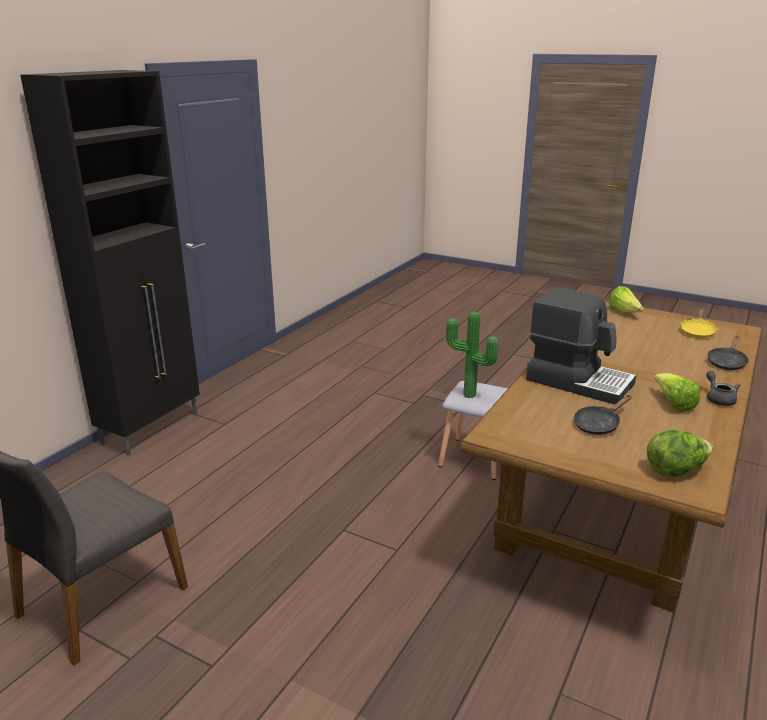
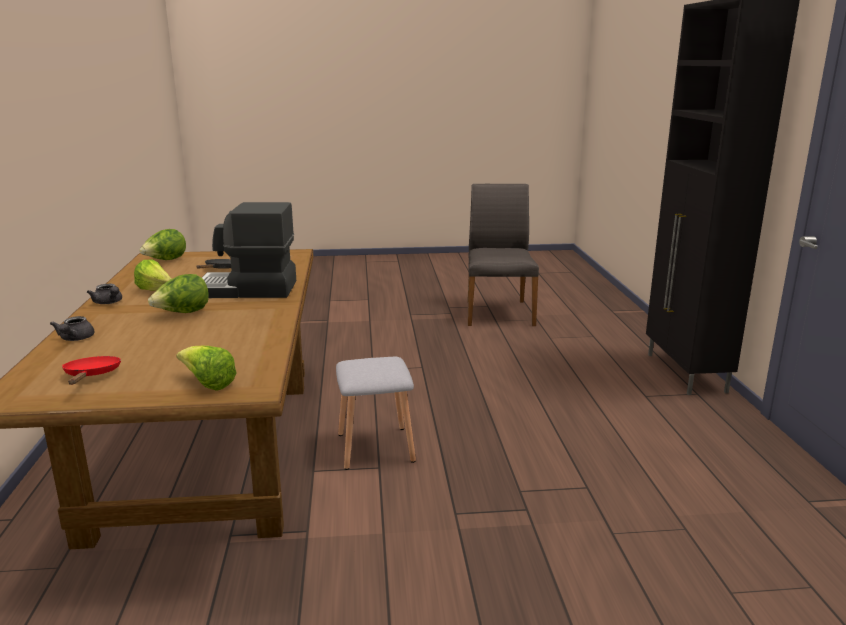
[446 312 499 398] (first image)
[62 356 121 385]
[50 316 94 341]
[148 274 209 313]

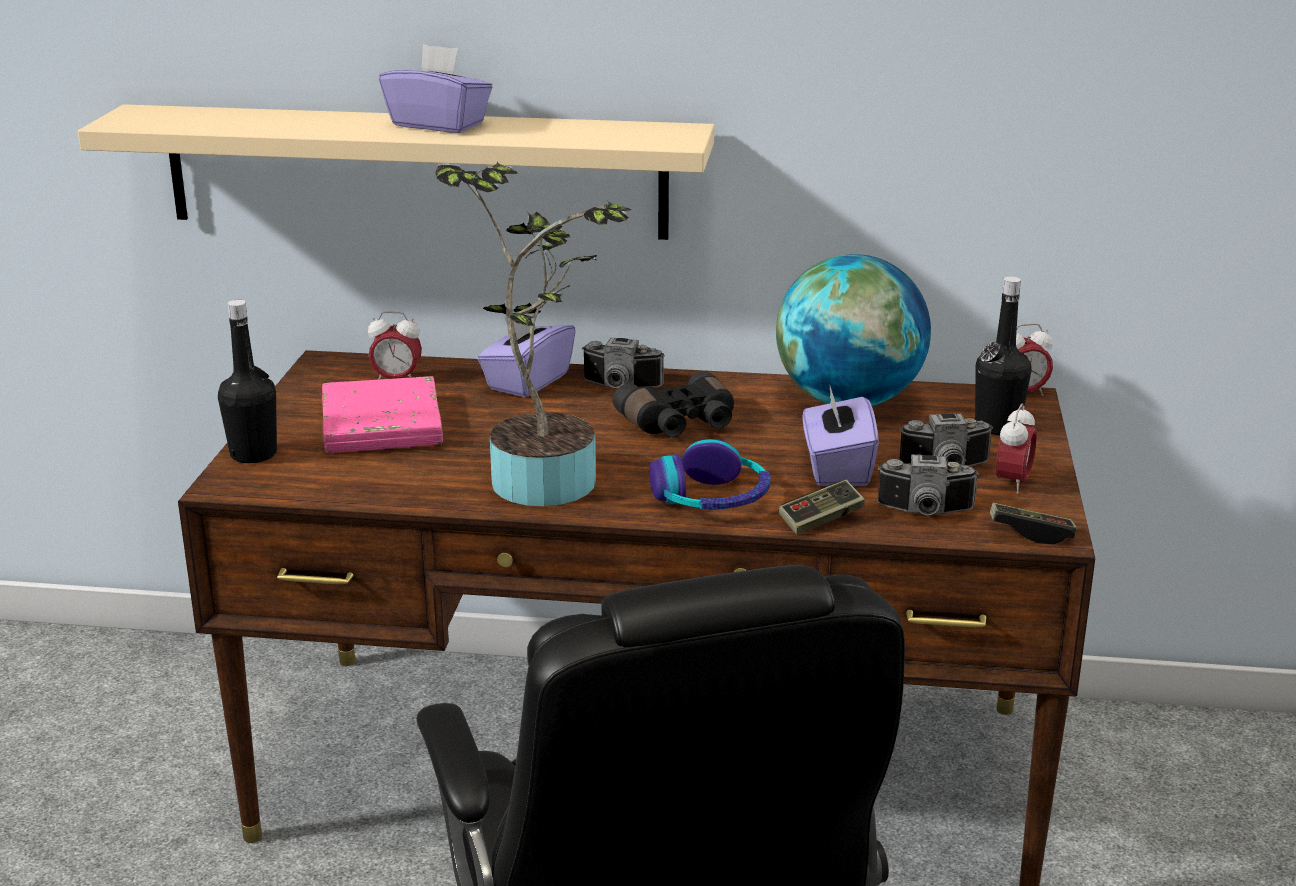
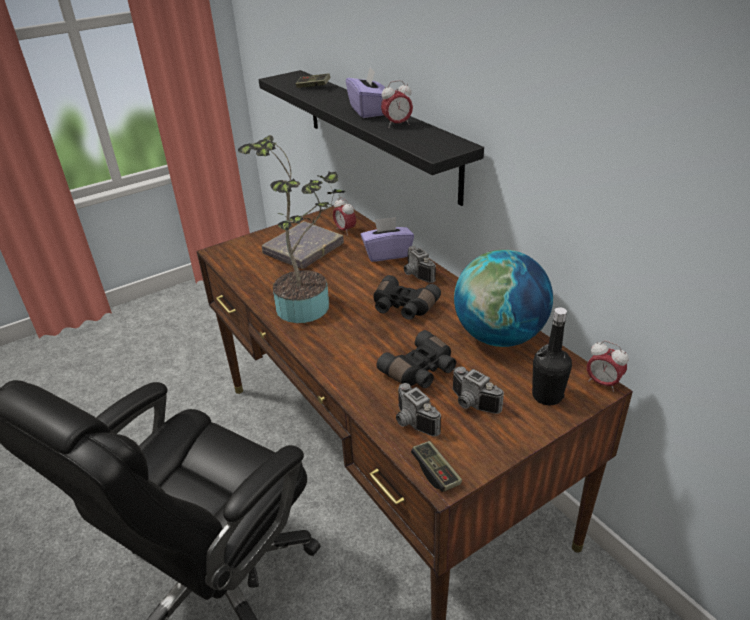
[259 70 484 206]
[218 300 277 463] (first image)
[262 221 344 269]
[649 439 771 510] (first image)
[296 73 331 88]
[377 330 456 388]
[381 80 413 128]

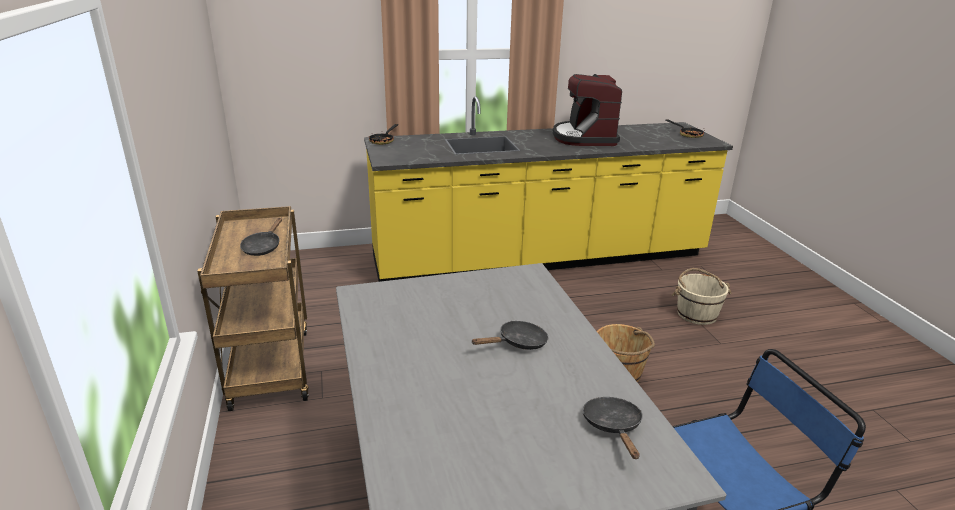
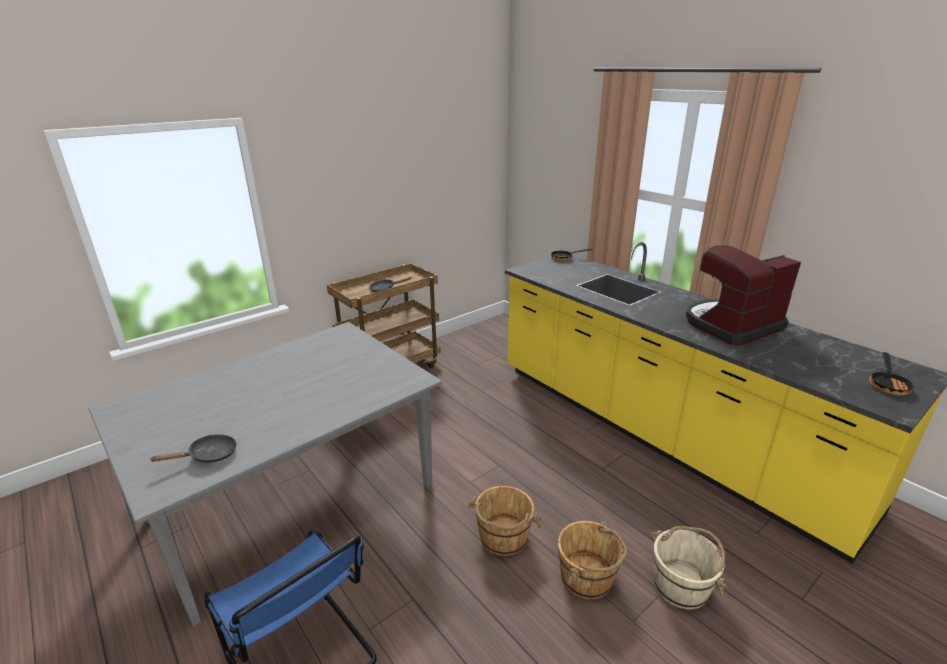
[472 321 549 350] (first image)
[558 521 628 600]

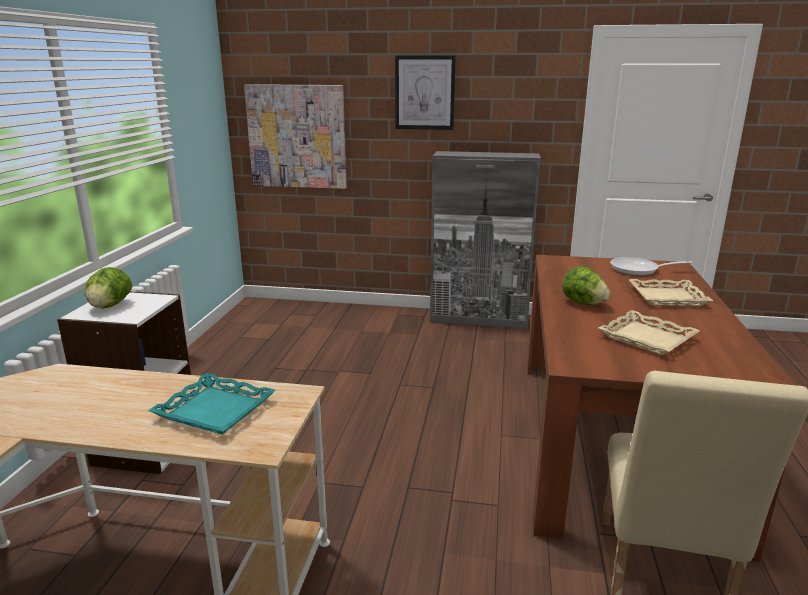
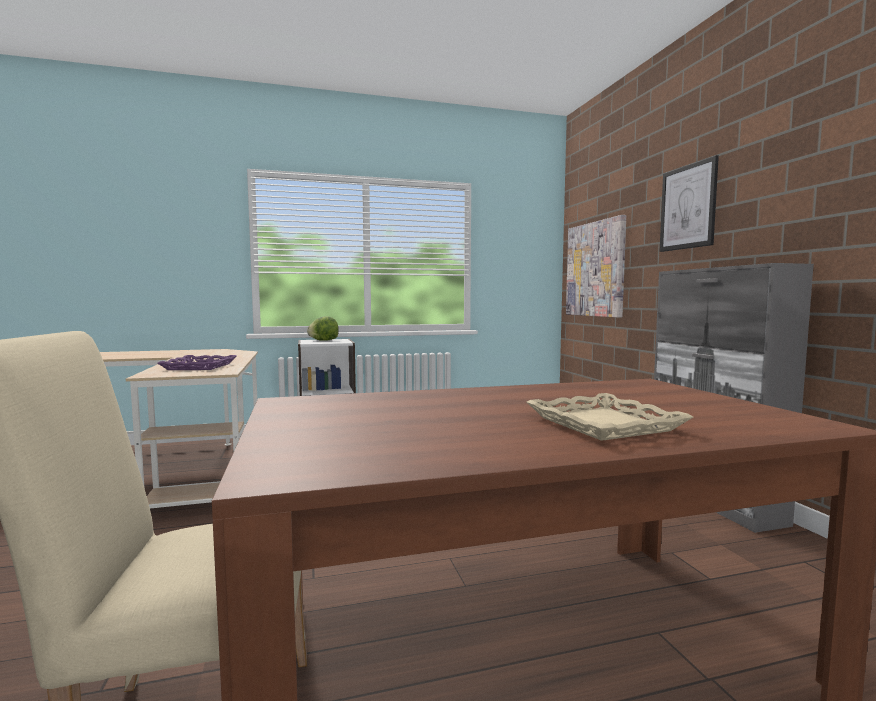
[157 355 237 370]
[562 266 610 305] (first image)
[598 310 700 355] (first image)
[610 257 692 276] (first image)

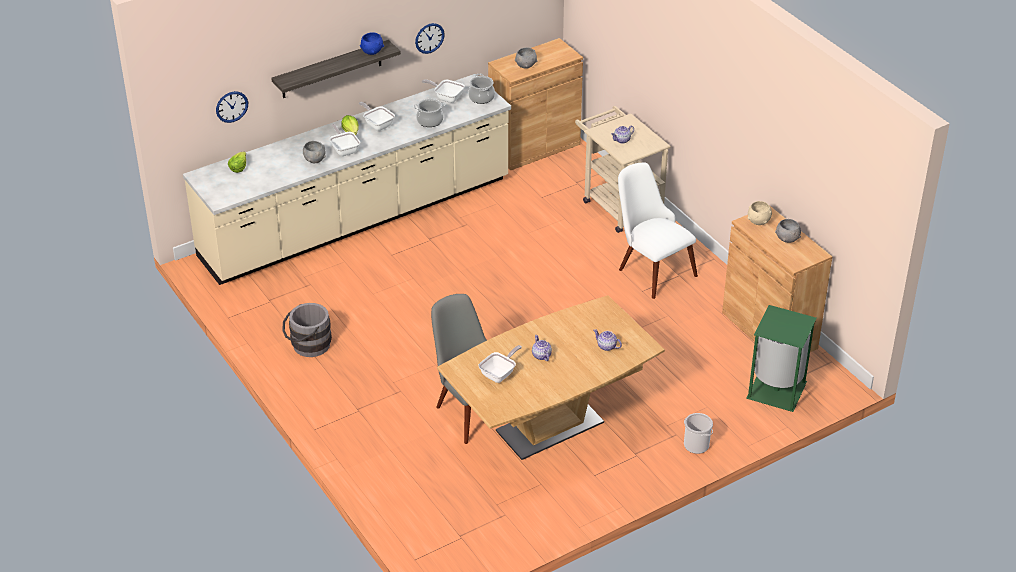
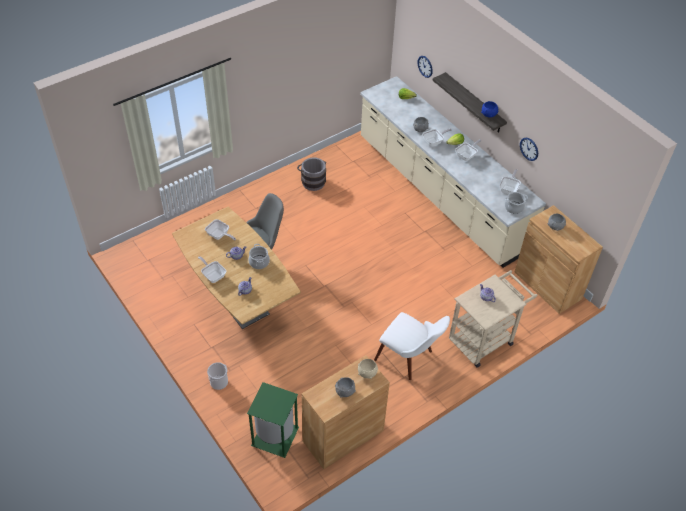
[248 244 270 269]
[374 312 450 380]
[198 256 227 283]

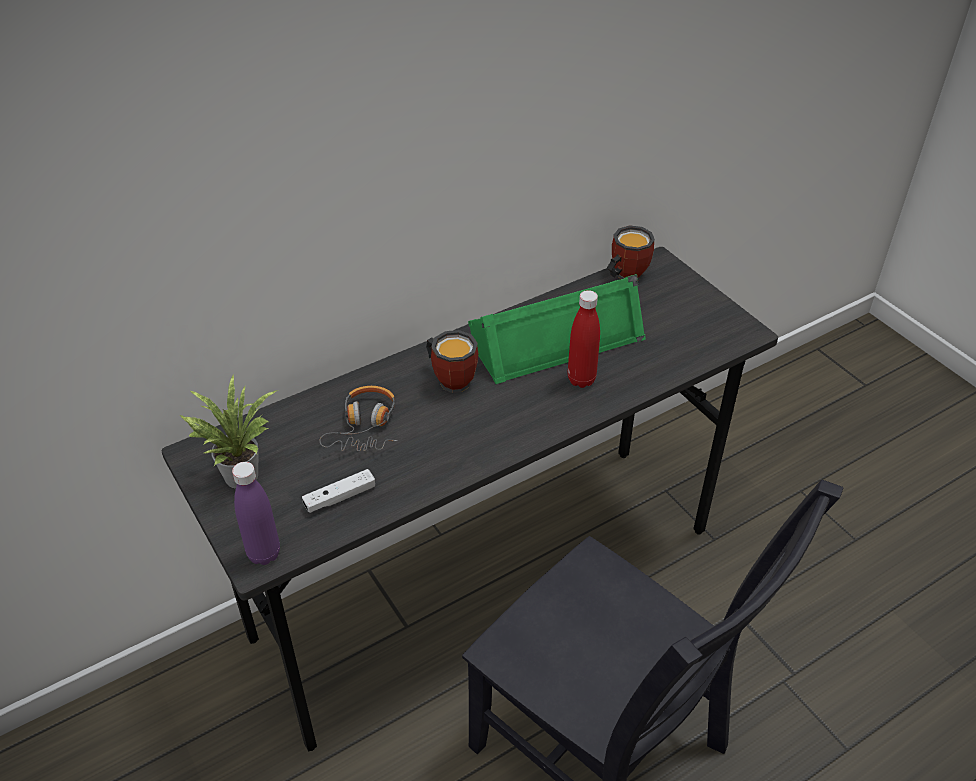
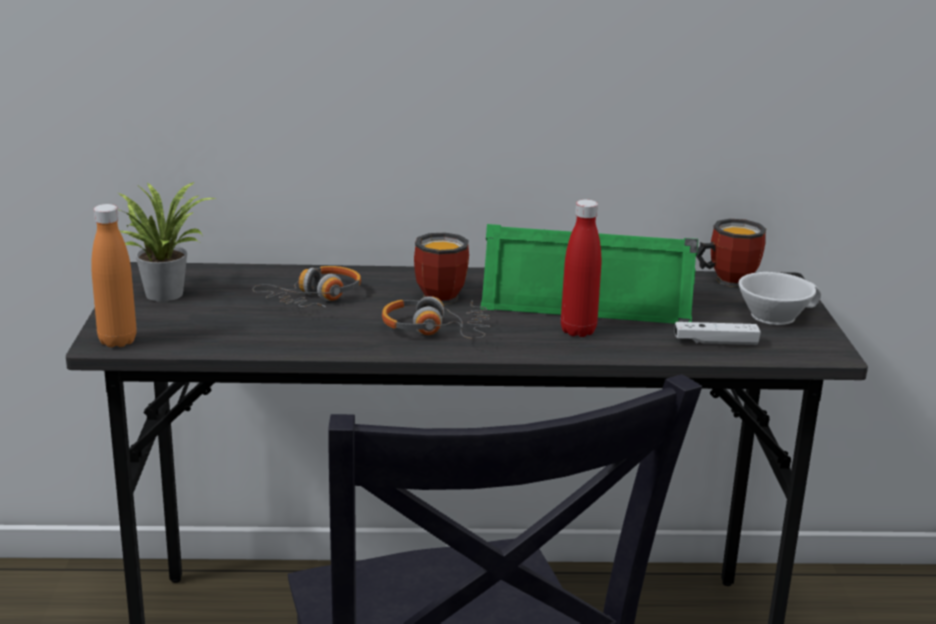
[91 204 137 347]
[674 322 761 345]
[382 296 490 339]
[739 272 821 325]

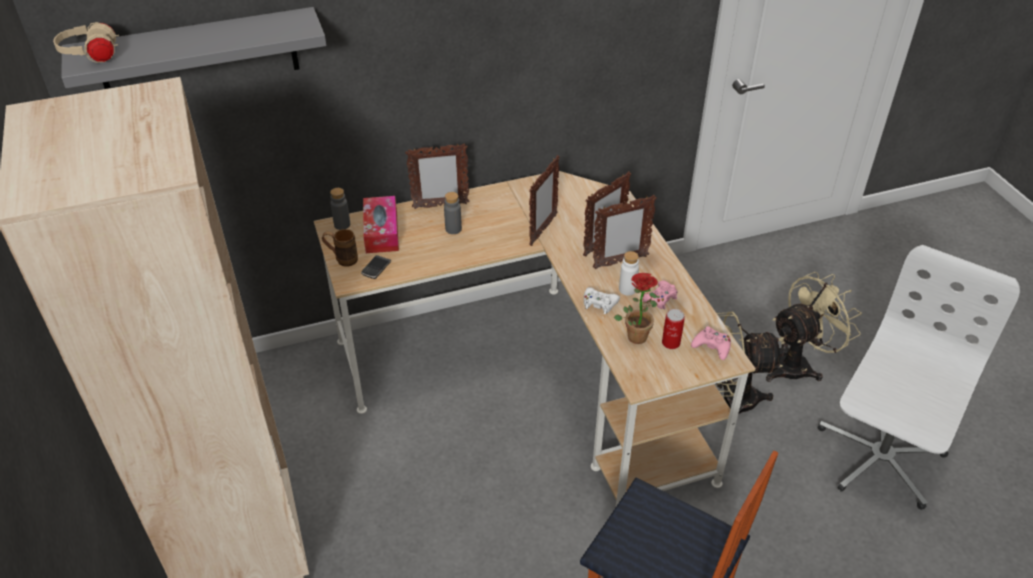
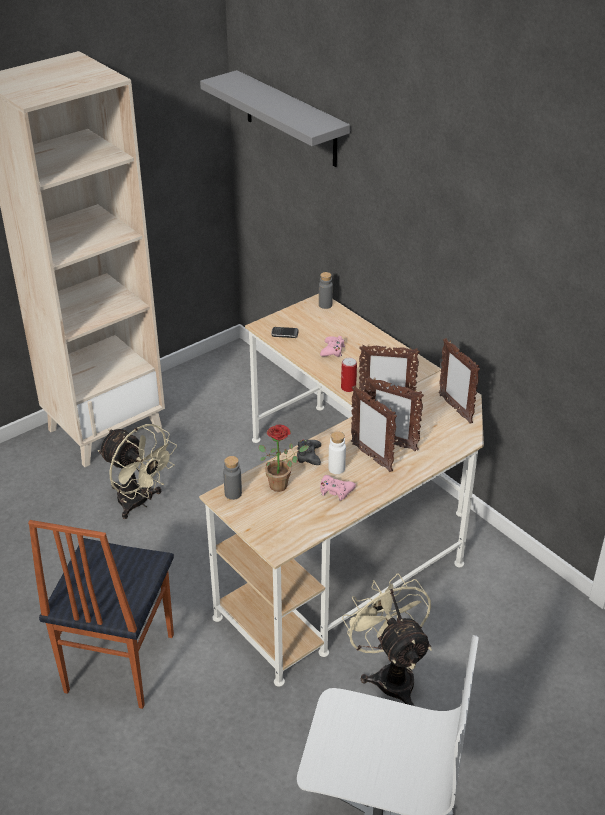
[53 22 119 63] (first image)
[322 229 358 267] (first image)
[363 196 399 253] (first image)
[439 338 480 424]
[223 456 242 500]
[297 439 321 465]
[341 358 357 392]
[320 336 345 357]
[98 424 177 519]

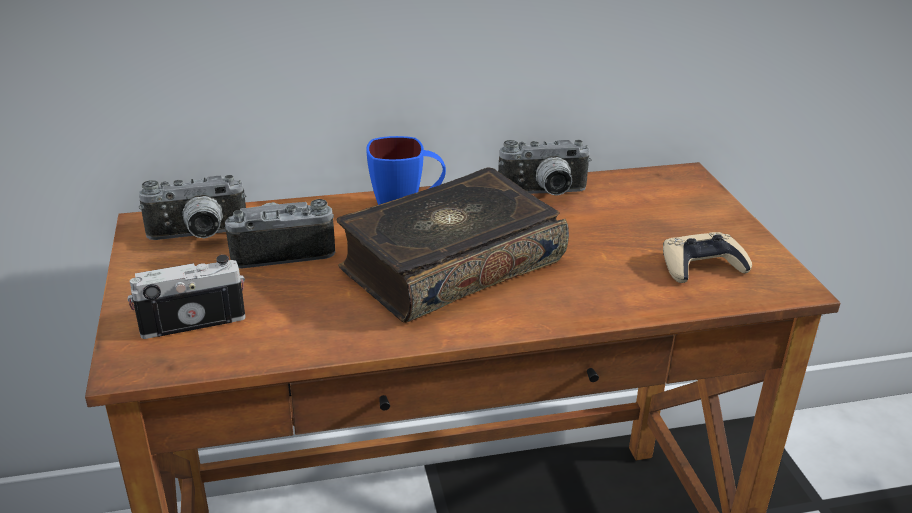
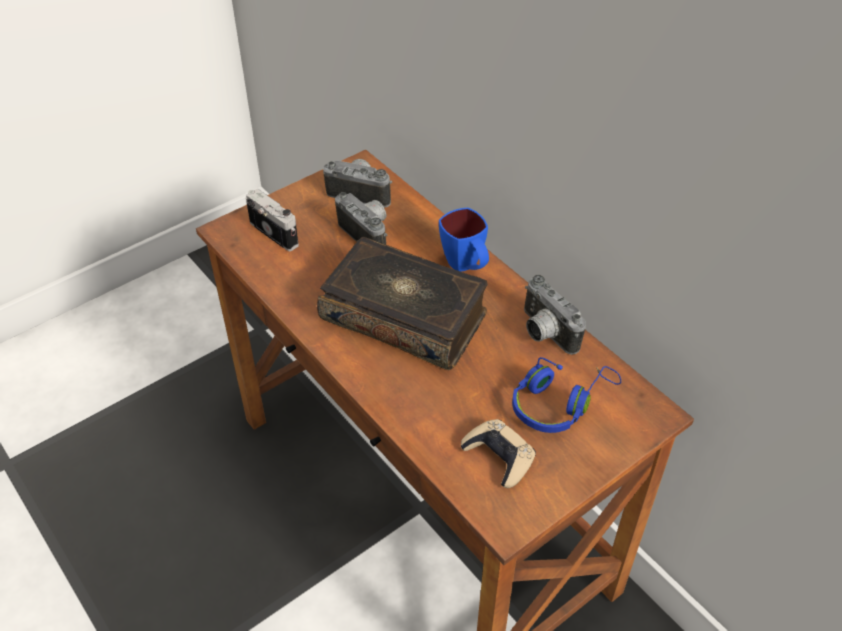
[323 159 392 208]
[512 357 621 433]

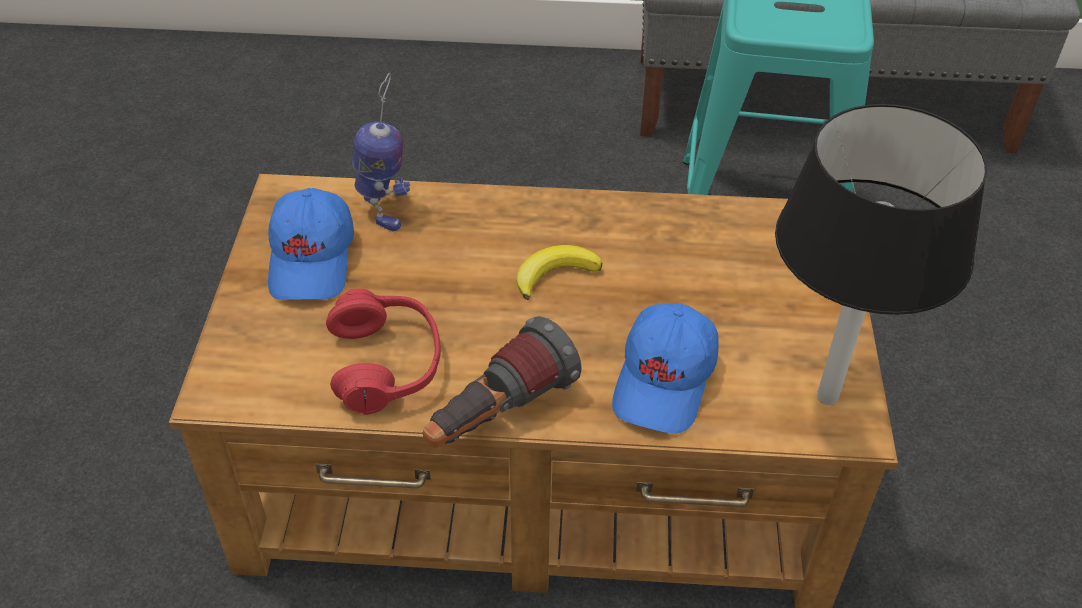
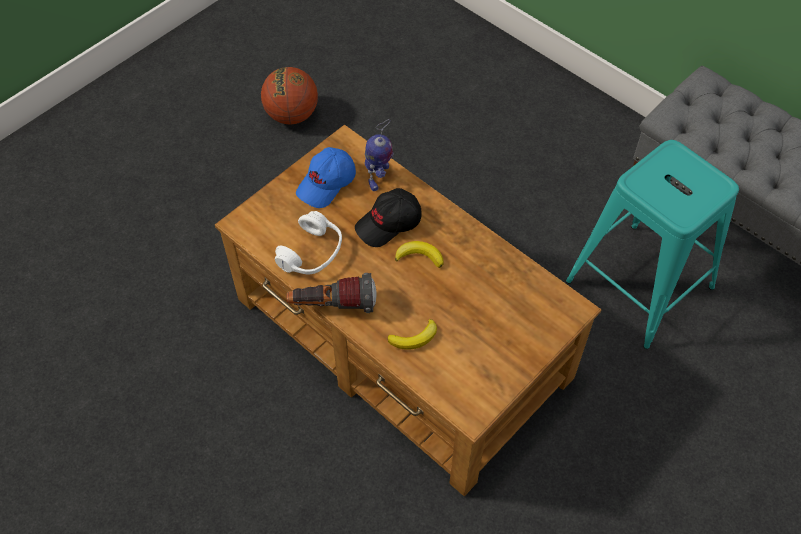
[275 211 342 274]
[387 319 437 350]
[775 104 987 405] (first image)
[261 67 318 125]
[355 188 421 247]

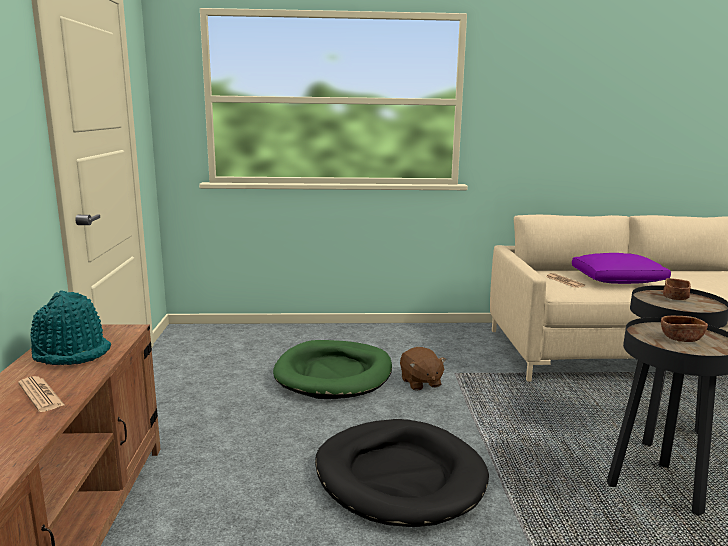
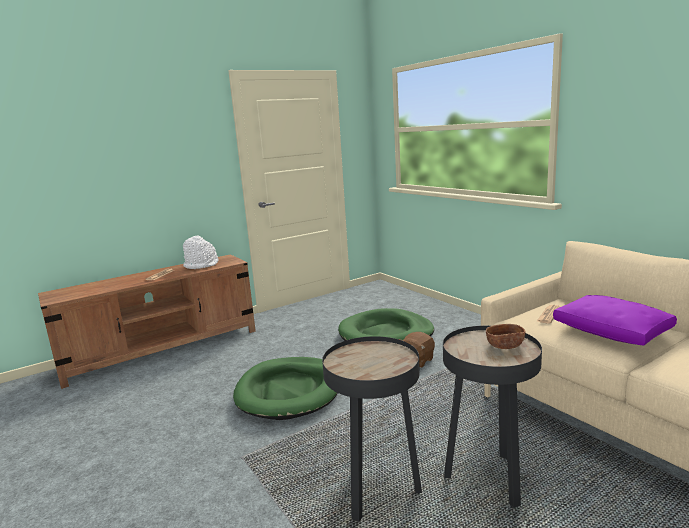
[183 235 218 269]
[233 357 338 420]
[661 316 708 342] (first image)

